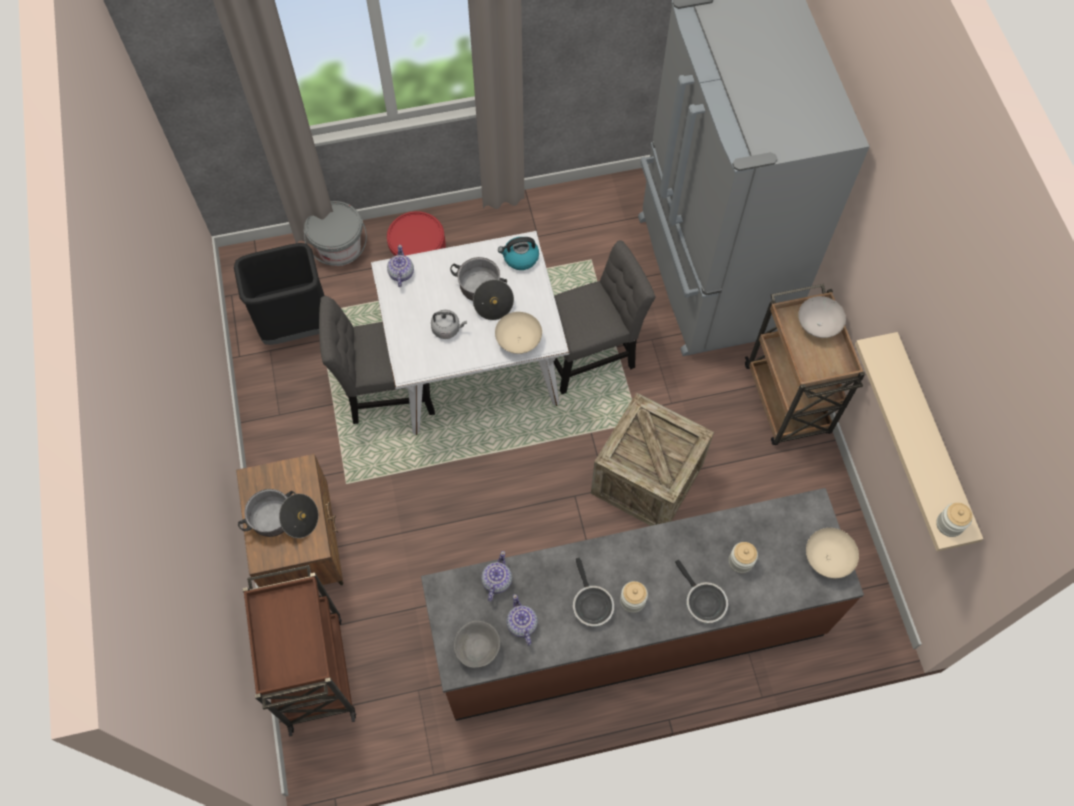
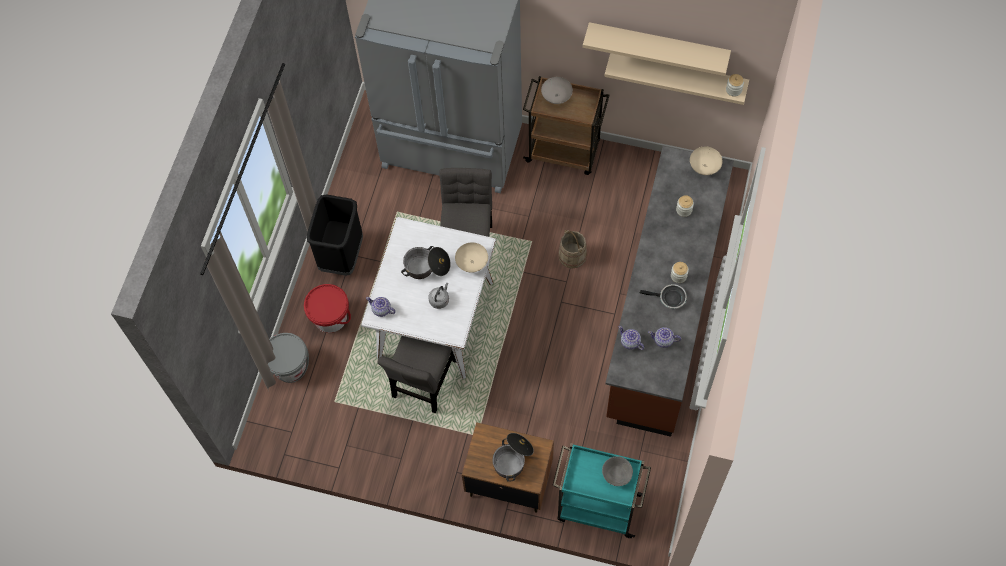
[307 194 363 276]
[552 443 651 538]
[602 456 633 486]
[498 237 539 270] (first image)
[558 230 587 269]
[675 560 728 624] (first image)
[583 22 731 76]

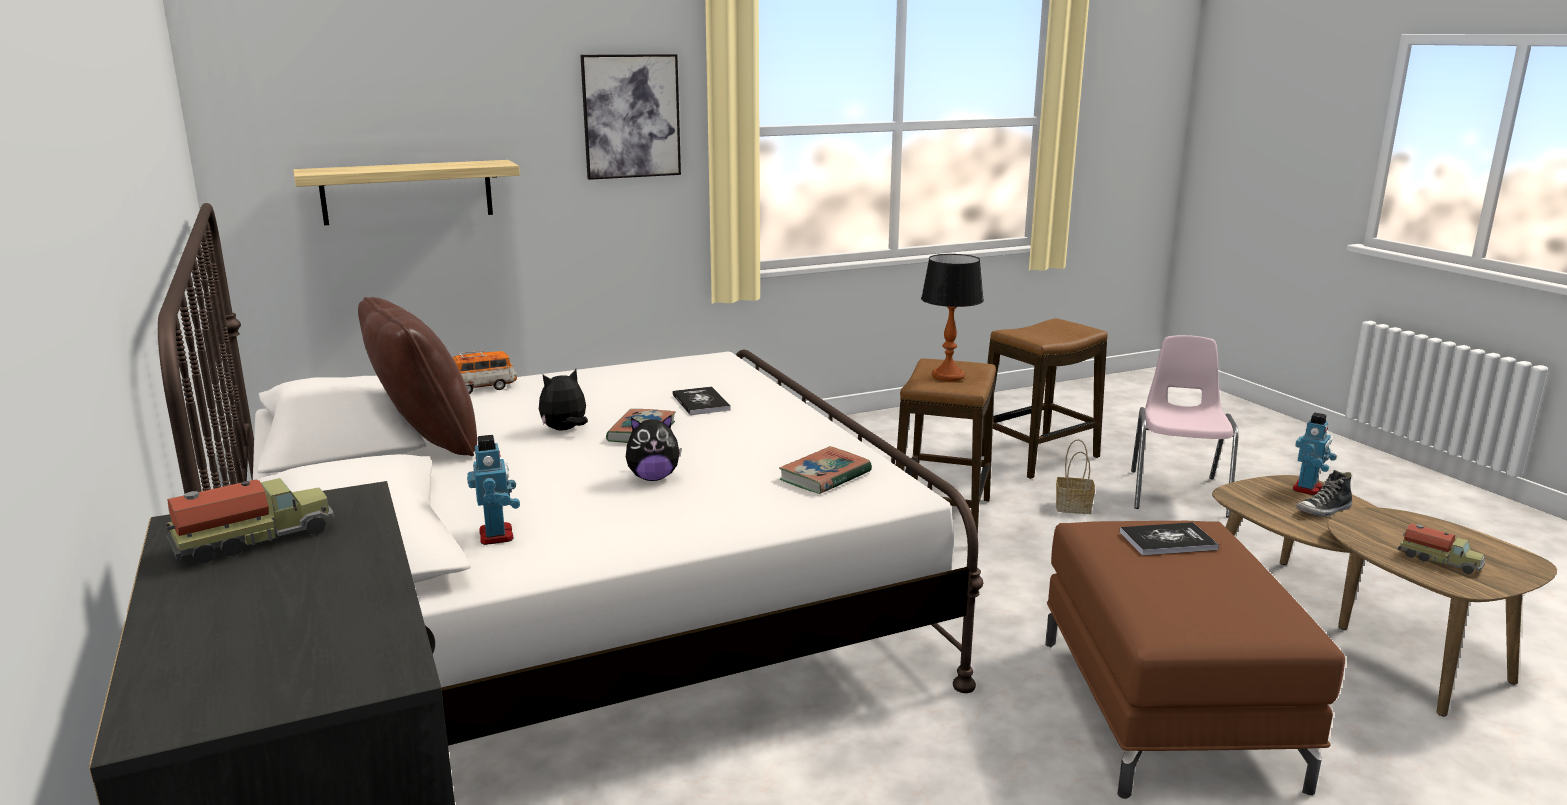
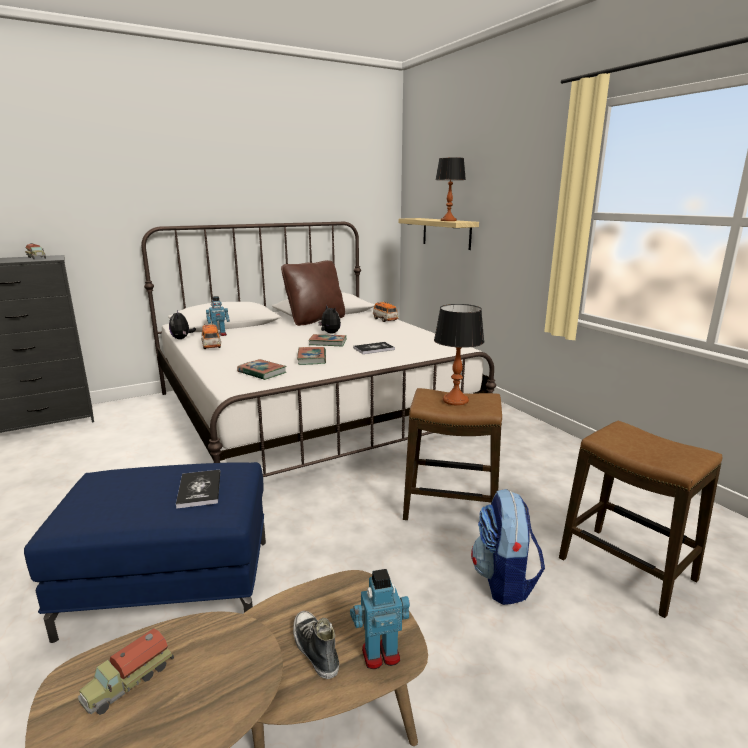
[580 54 681 180] (first image)
[169 311 196 339]
[24 462 266 643]
[471 489 545 605]
[1131 335 1239 518] (first image)
[350 569 410 669]
[201 324 221 349]
[297 347 326 365]
[436 157 466 221]

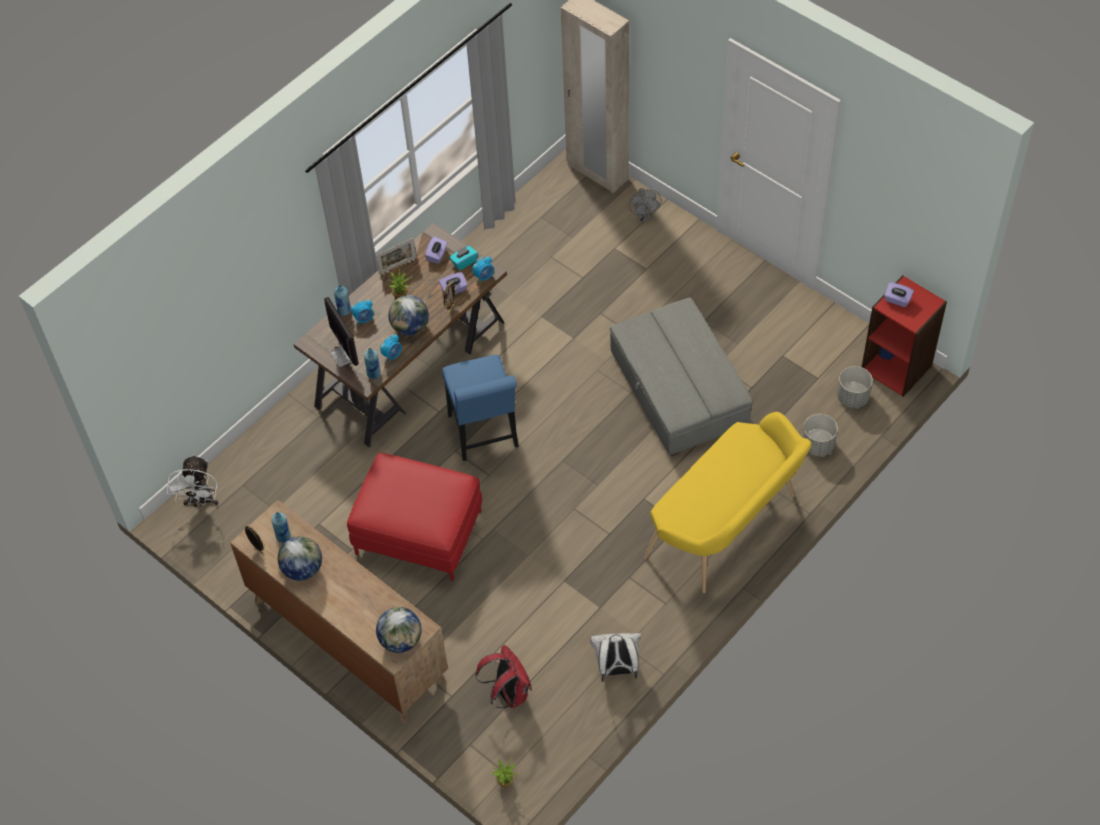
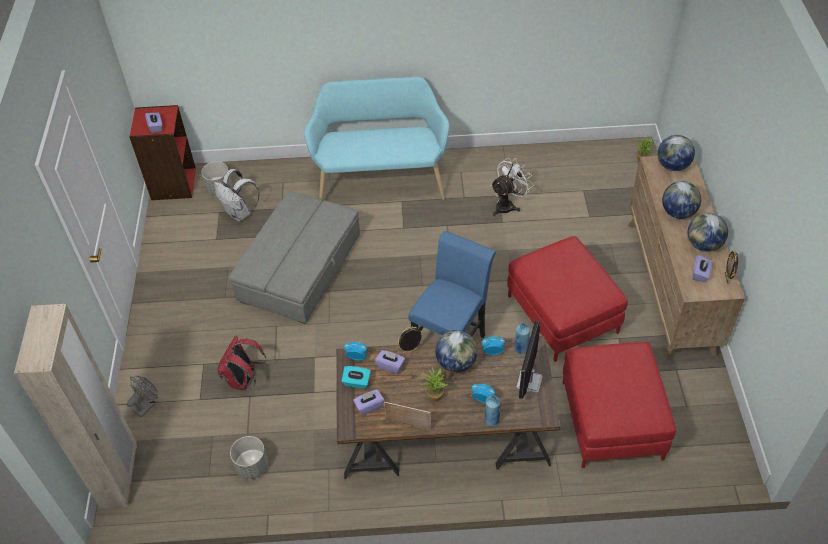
[491 158 533 216]
[692 255 712 282]
[217 335 266 390]
[214 169 260 221]
[304 77 449 200]
[230 436 268 479]
[562 342 676 468]
[662 181 701 219]

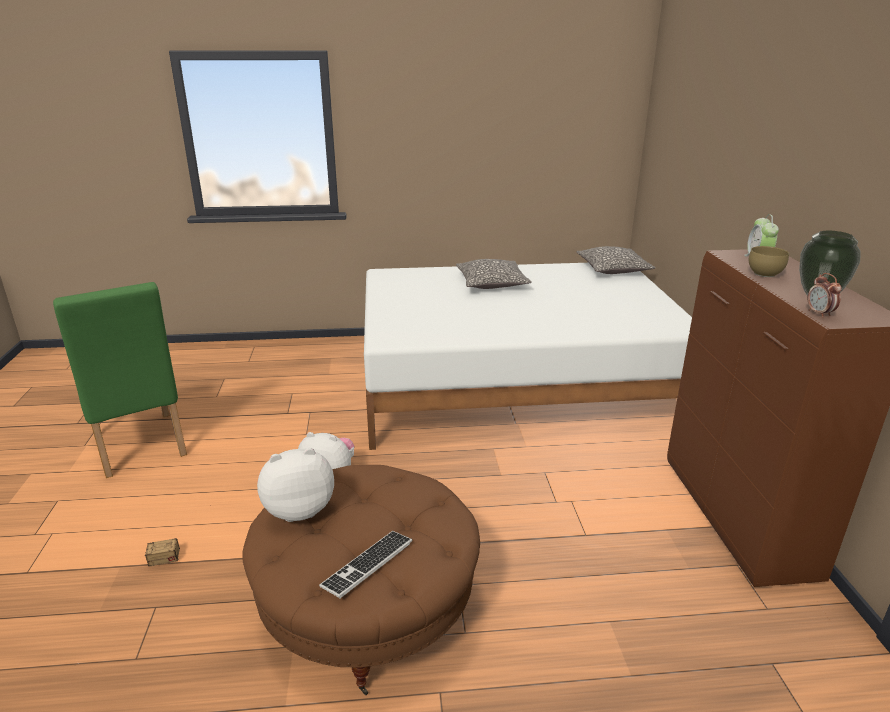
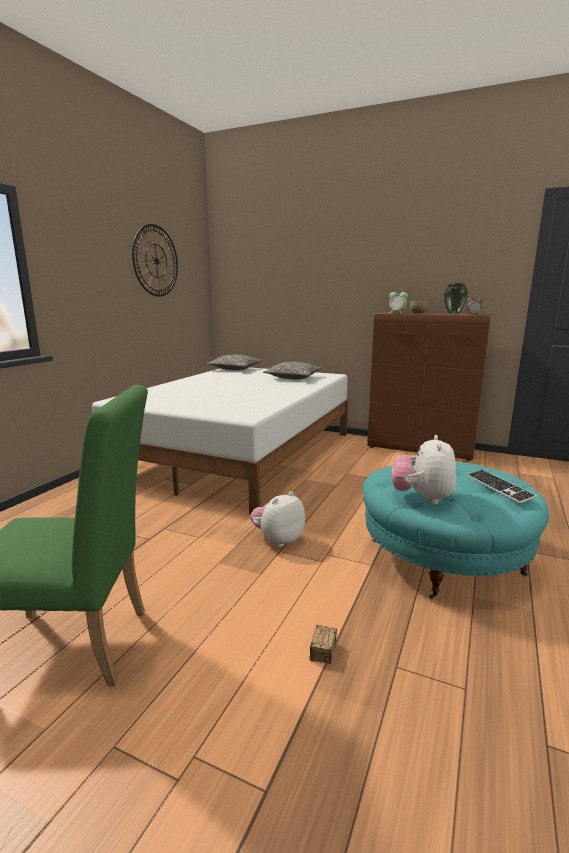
[363 462 549 599]
[263 362 322 380]
[132 224 178 297]

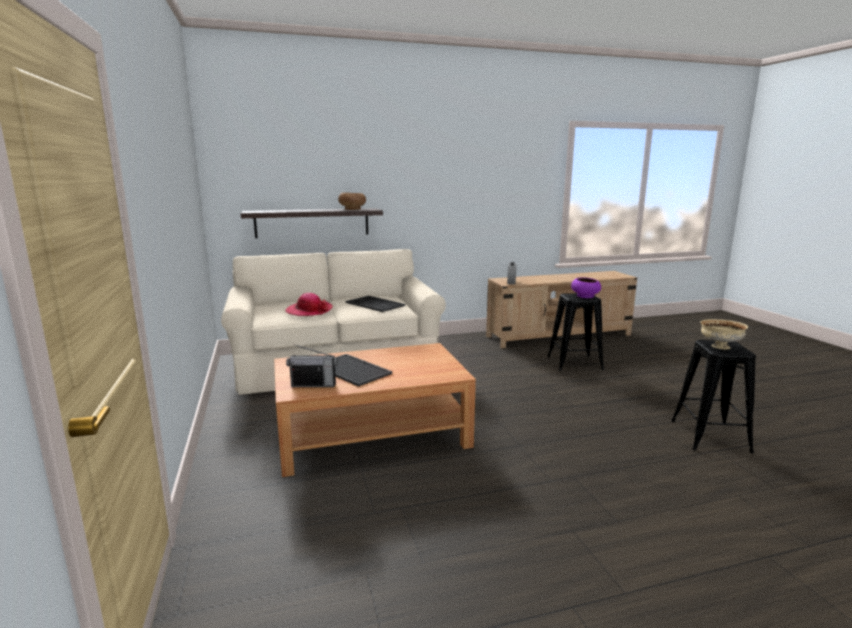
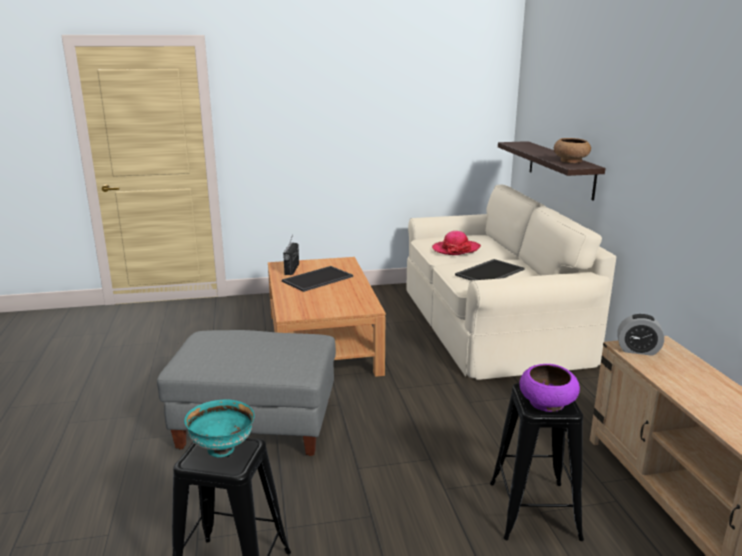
[184 400 255 457]
[157 330 336 456]

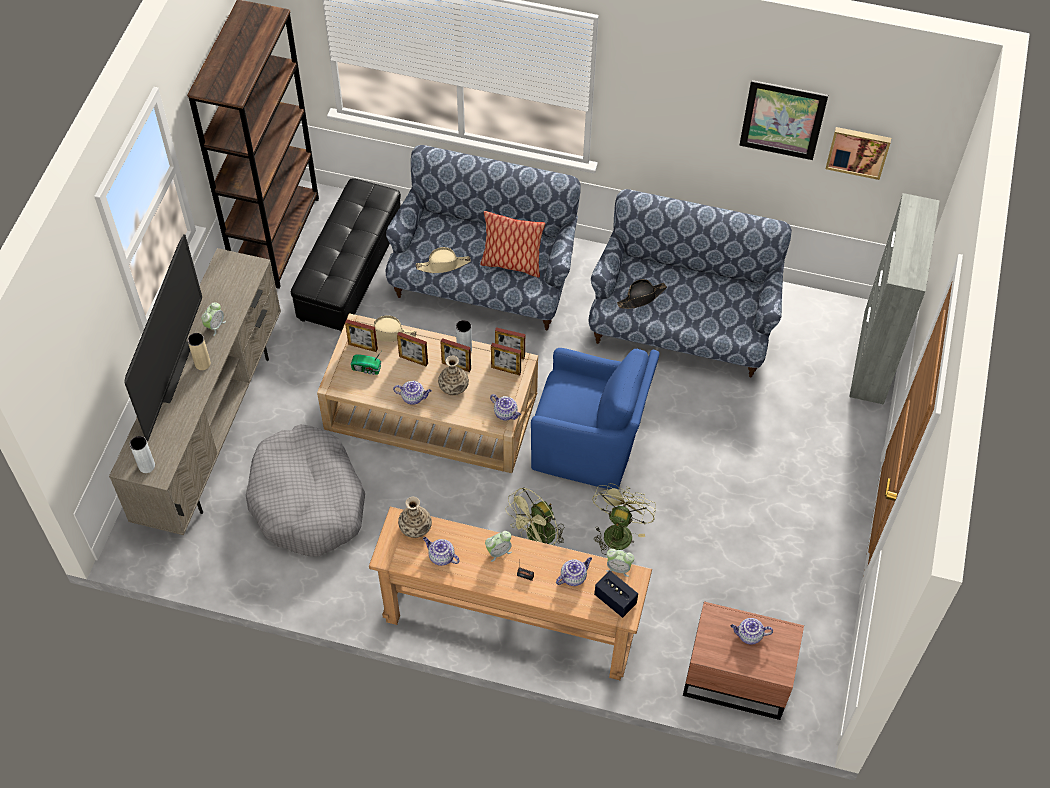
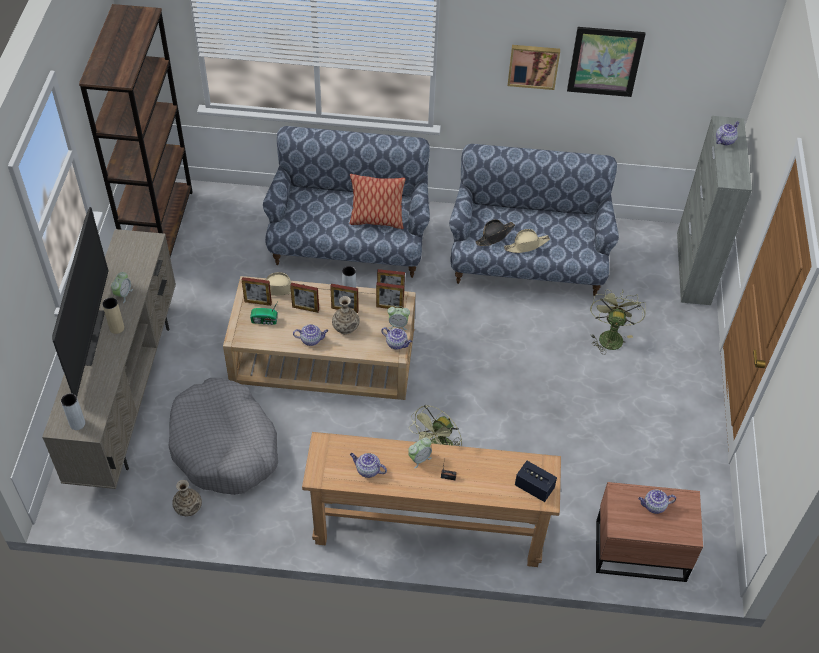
[291 178 401 332] (first image)
[172 480 202 516]
[504 229 550 253]
[531 348 660 489] (first image)
[716 121 740 146]
[590 290 646 355]
[387 306 410 330]
[508 45 560 90]

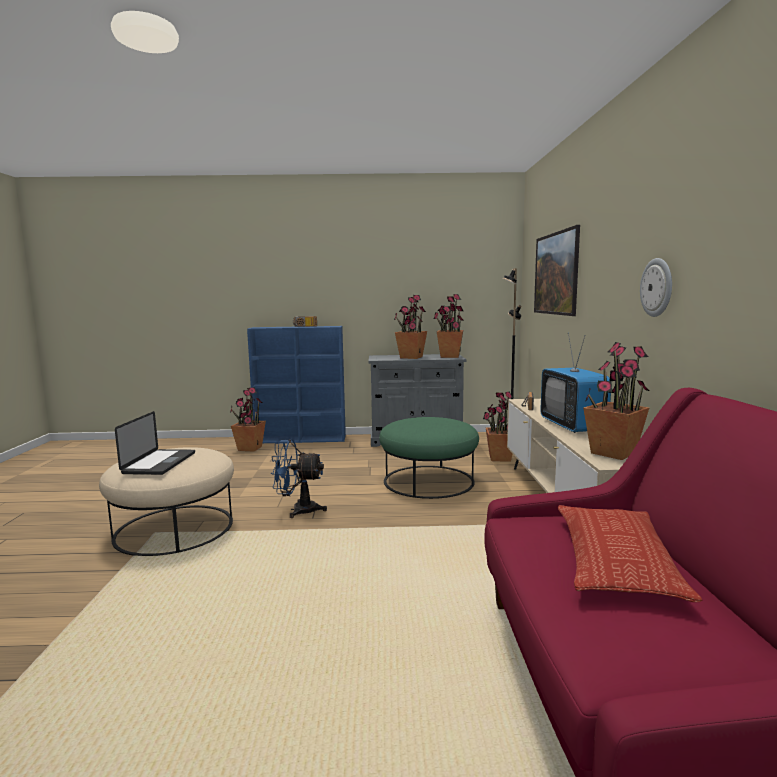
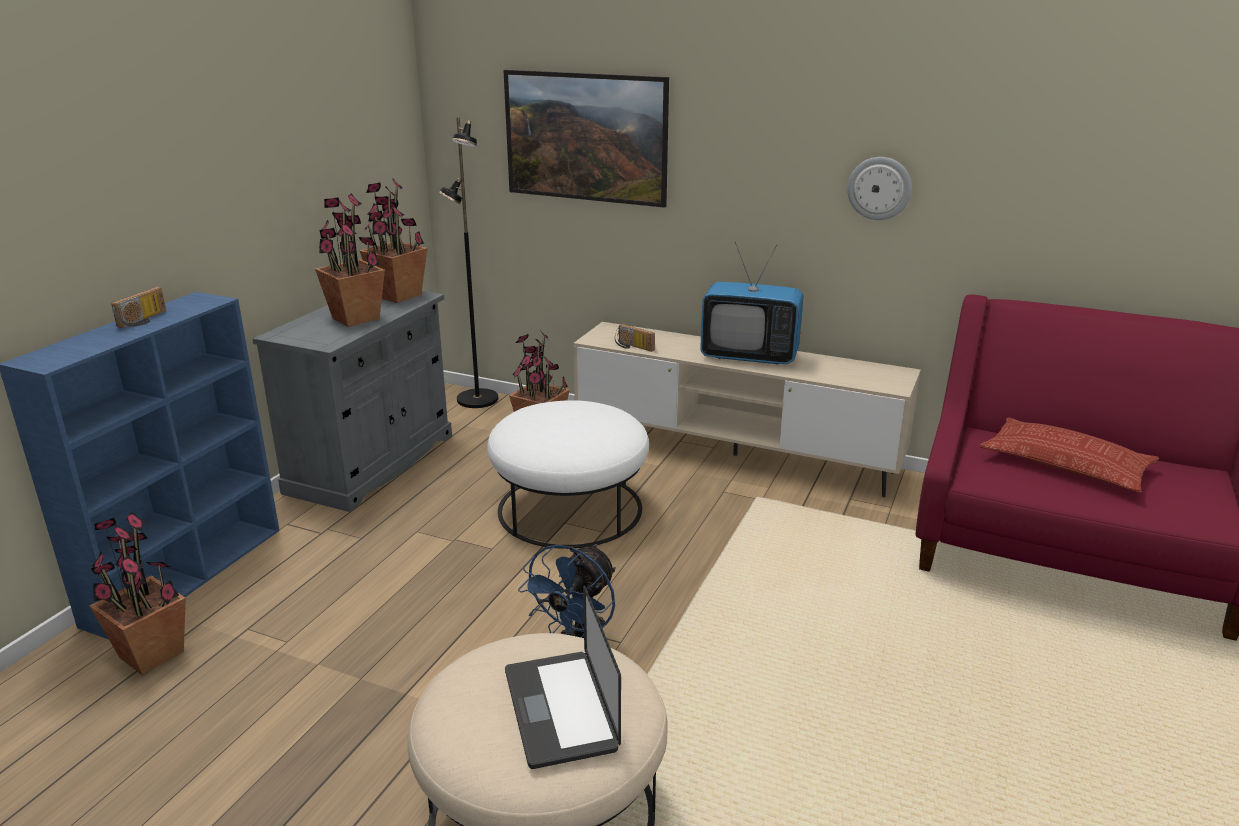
[505 585 621 769]
[487 400 649 549]
[583 342 649 460] (first image)

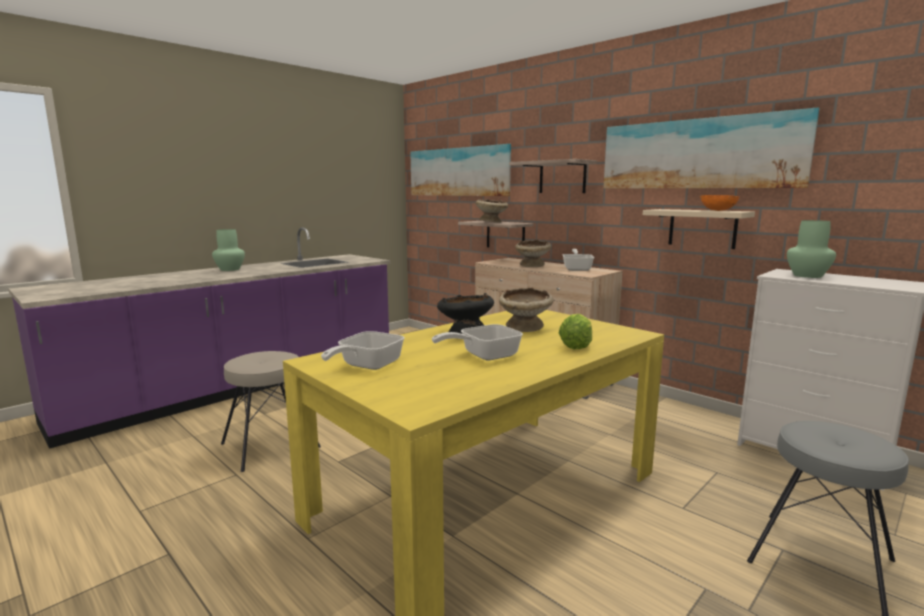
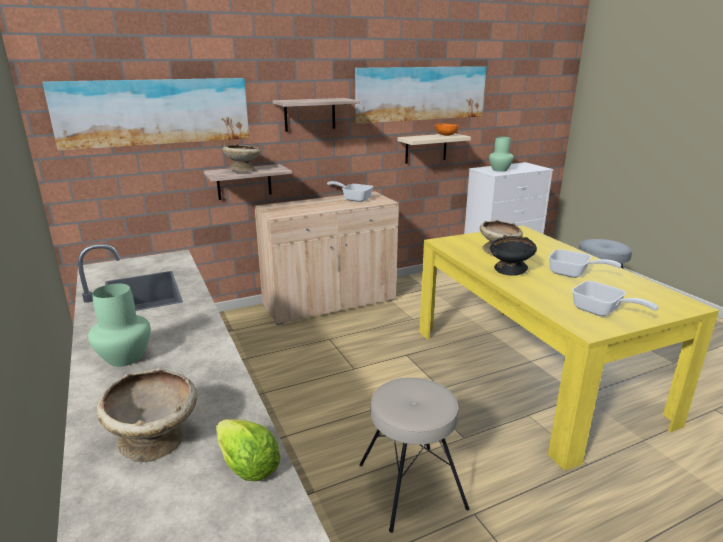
[549 249 622 278]
[96 368 197 462]
[216 419 281 481]

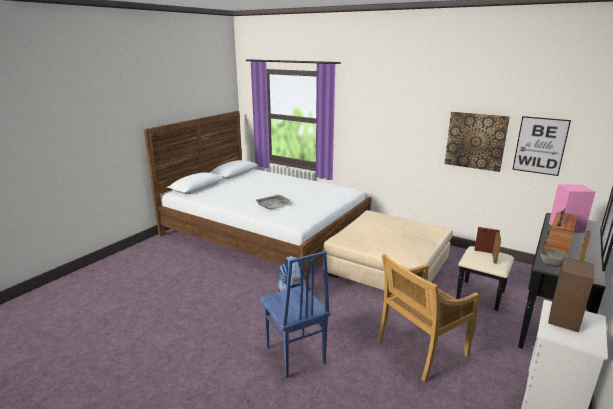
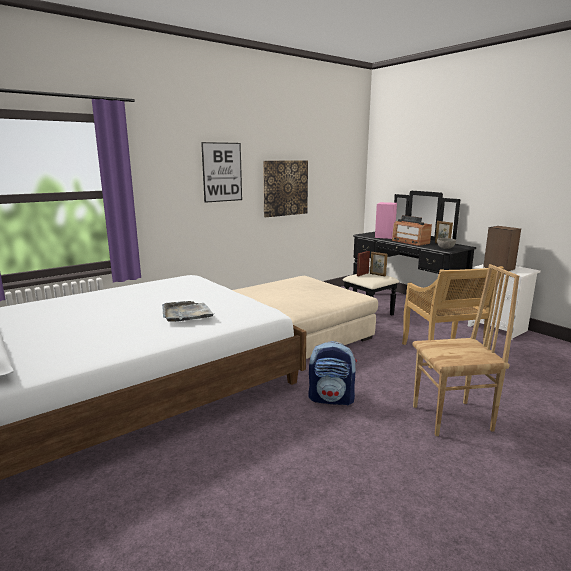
[413 264 519 436]
[201 142 242 203]

